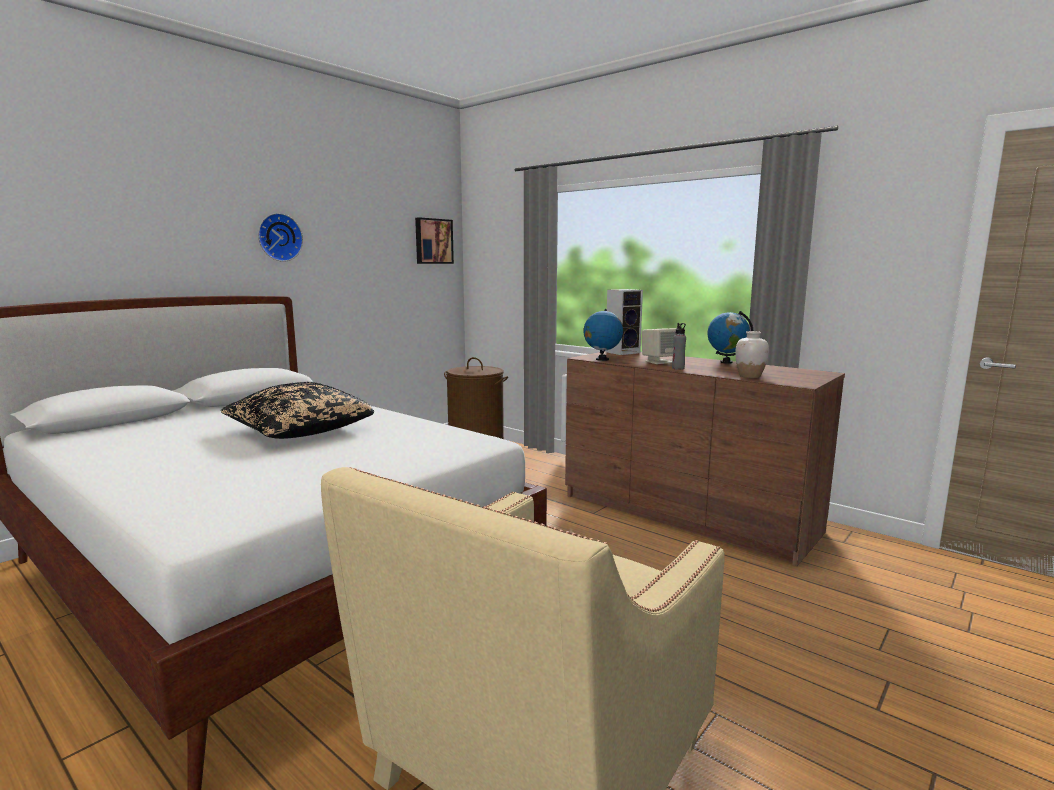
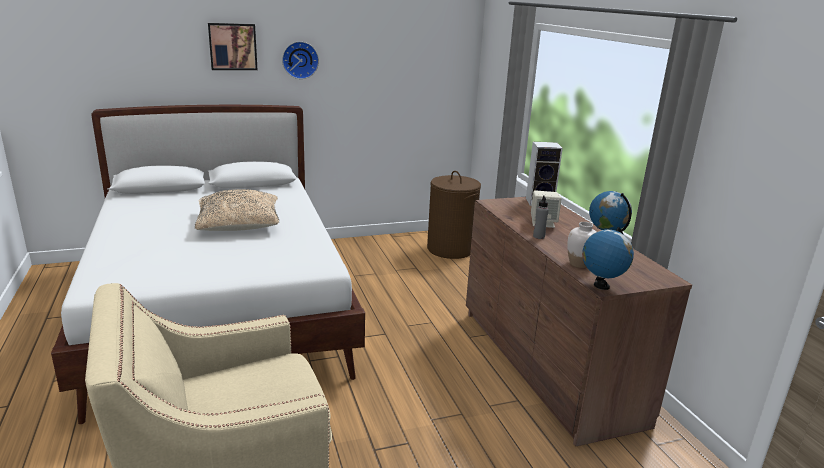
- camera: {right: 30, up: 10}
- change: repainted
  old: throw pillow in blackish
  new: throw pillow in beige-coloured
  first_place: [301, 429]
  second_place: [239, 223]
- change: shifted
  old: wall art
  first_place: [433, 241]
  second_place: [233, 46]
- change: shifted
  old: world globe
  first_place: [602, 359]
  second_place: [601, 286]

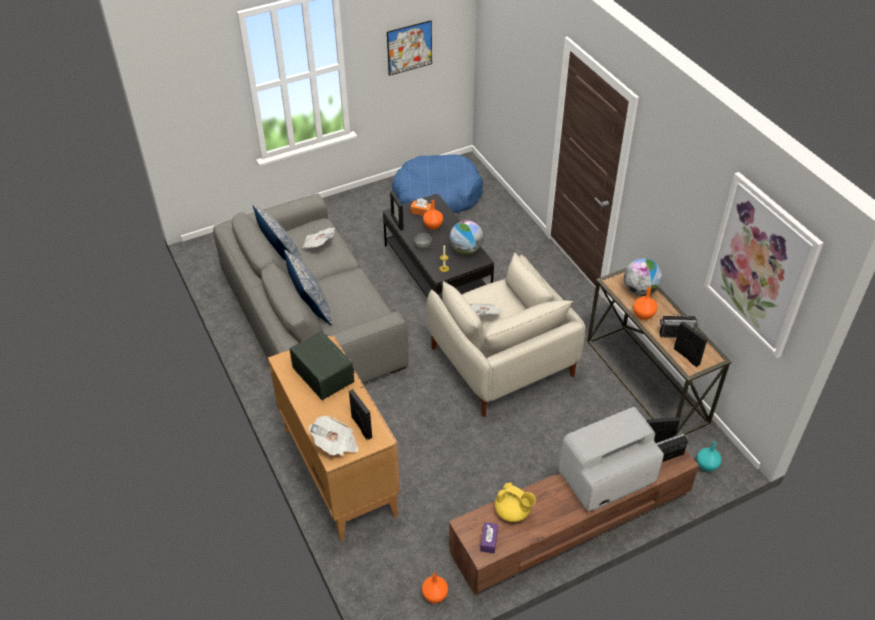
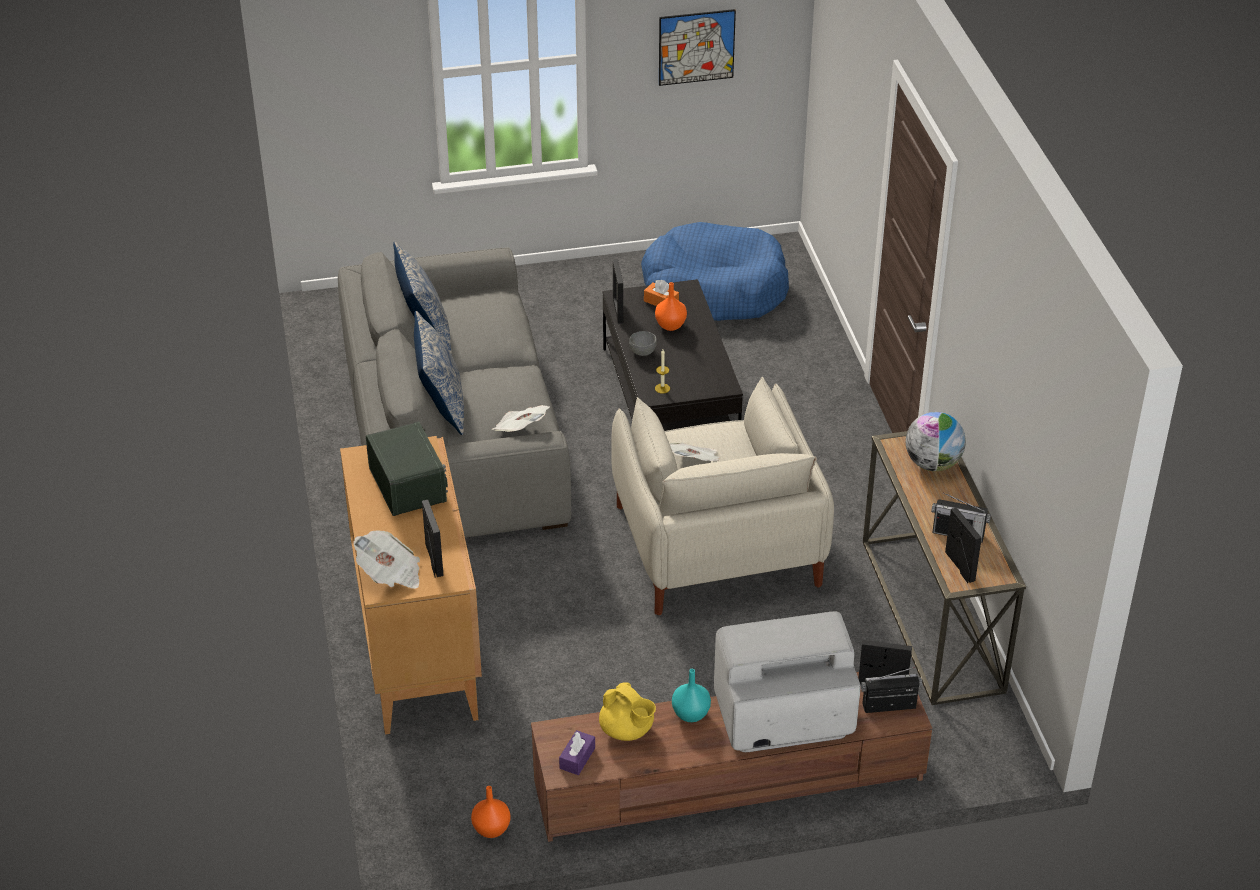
- camera: {right: 15, up: -5}
- change: shifted
  old: daily paper
  first_place: [319, 245]
  second_place: [520, 430]
- change: shifted
  old: decorative vase in blue-green
  first_place: [706, 466]
  second_place: [690, 714]
- change: gone
  old: world globe
  first_place: [466, 250]
- change: gone
  old: decorative vase in orange-coloured
  first_place: [643, 315]
- change: gone
  old: wall art
  first_place: [760, 265]

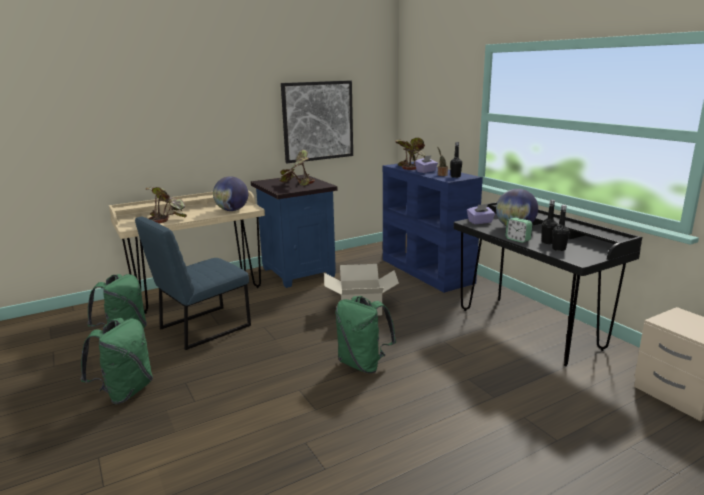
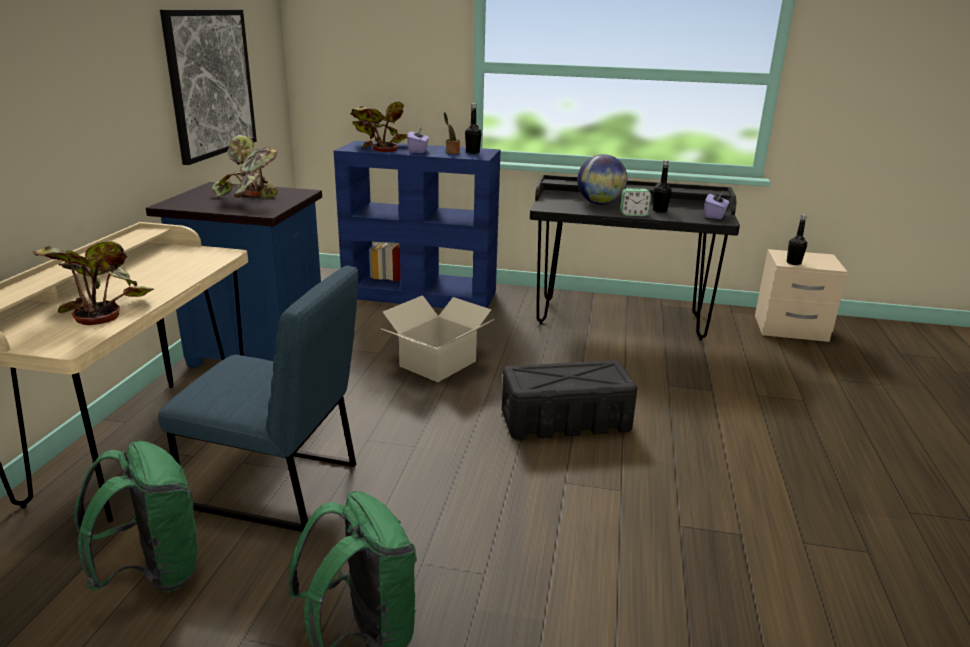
- camera: {right: -50, up: 5}
- change: rotated
  old: plain chair in bluish
  first_place: [202, 327]
  second_place: [277, 486]
  degrees: -75
- change: swapped
  old: rucksack in green
  new: storage bin in blackish
  first_place: [363, 364]
  second_place: [566, 420]
- change: shifted
  old: tissue holder in purplish
  first_place: [480, 222]
  second_place: [715, 215]
- change: shifted
  old: beverage bottle in blackish
  first_place: [558, 249]
  second_place: [793, 263]
- change: gone
  old: world globe
  first_place: [232, 210]

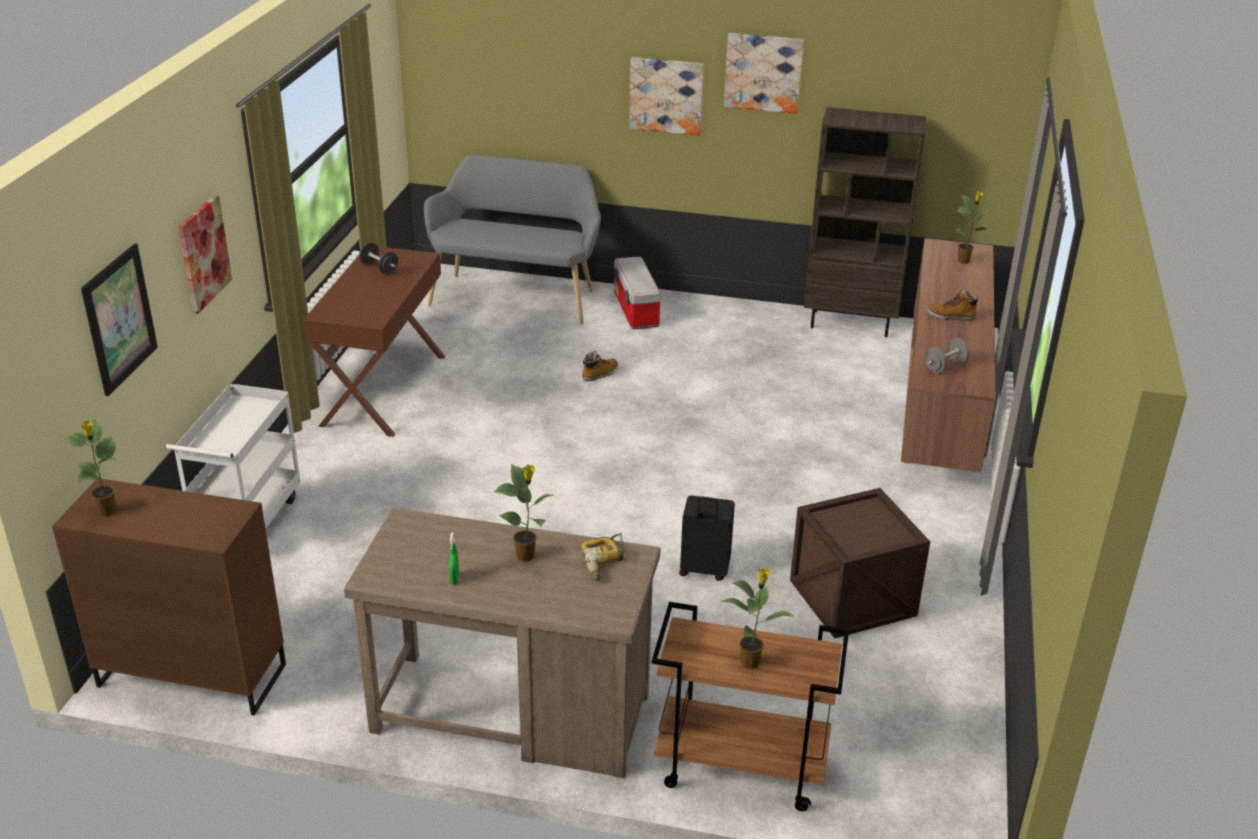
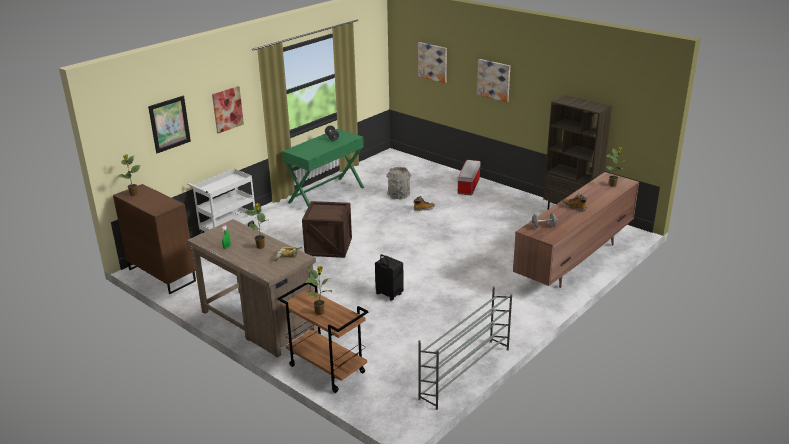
- camera: {right: 30, up: -5}
- change: repainted
  old: hall table in brown
  new: hall table in green
  first_place: [383, 390]
  second_place: [326, 194]
- change: shifted
  old: crate
  first_place: [852, 598]
  second_place: [328, 246]
- change: new
  new: pail in greyish
  second_place: [399, 195]
- change: shifted
  old: wall art
  first_place: [763, 72]
  second_place: [433, 62]
- change: new
  new: shoe shelf in greyish
  second_place: [464, 373]
- change: gone
  old: bench in greyish
  first_place: [516, 295]

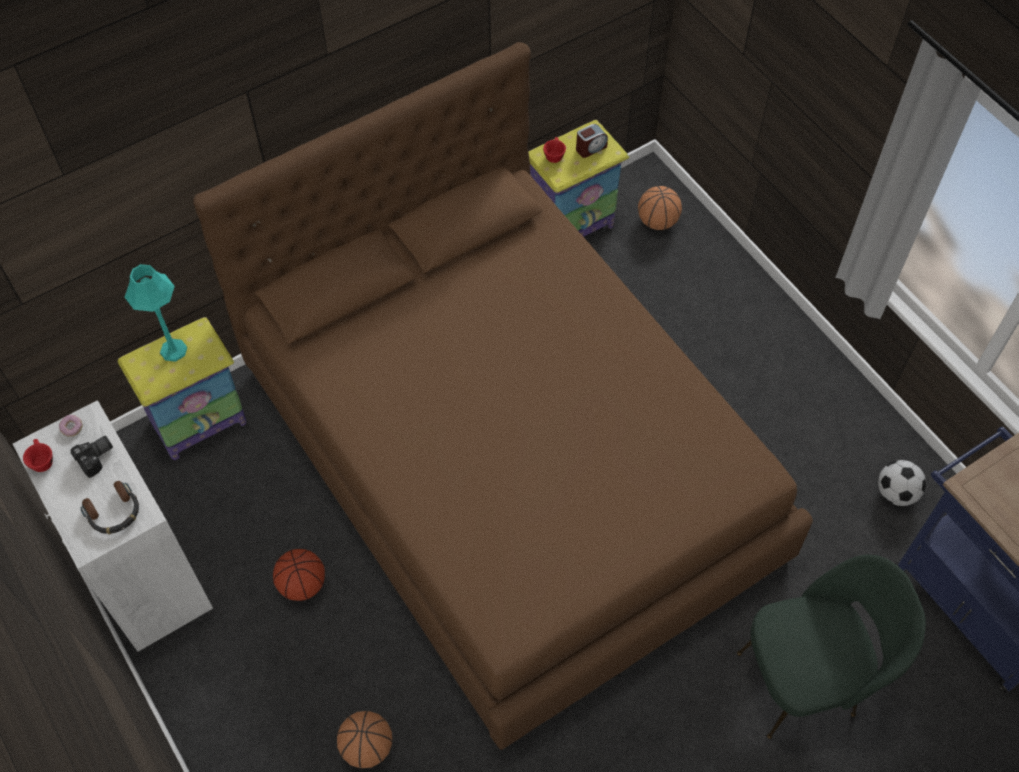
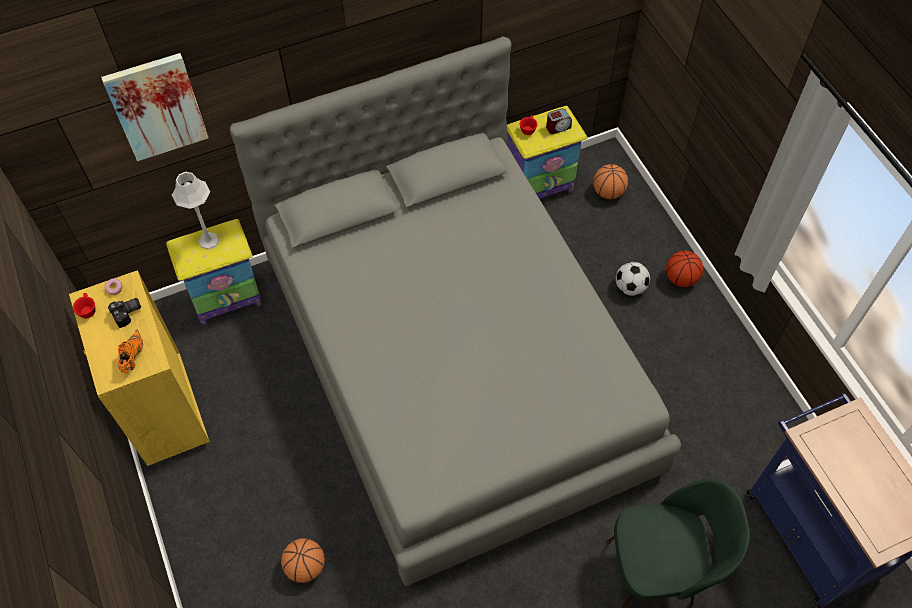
- camera: {right: 10, up: 0}
- change: repainted
  old: cupboard in white
  new: cupboard in yellow-coloured
  first_place: [146, 577]
  second_place: [165, 410]
- change: new
  new: wall art
  second_place: [156, 106]
- change: swapped
  old: headphones
  new: shoe in orange-coloured
  first_place: [114, 513]
  second_place: [132, 357]
- change: repainted
  old: table lamp in blue-green
  new: table lamp in greyish
  first_place: [173, 350]
  second_place: [209, 240]
- change: repainted
  old: bedroom bed in brown
  new: bedroom bed in greyish
  first_place: [509, 460]
  second_place: [456, 362]
- change: shifted
  old: ball for football
  first_place: [896, 493]
  second_place: [630, 287]
- change: shifted
  old: basketball ball
  first_place: [302, 585]
  second_place: [681, 279]

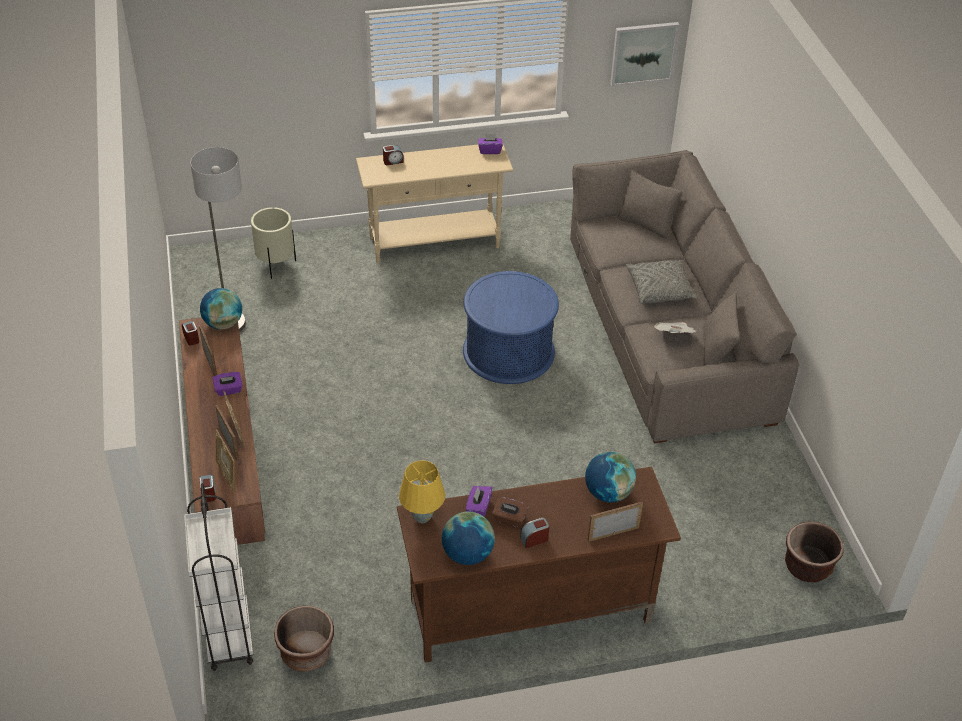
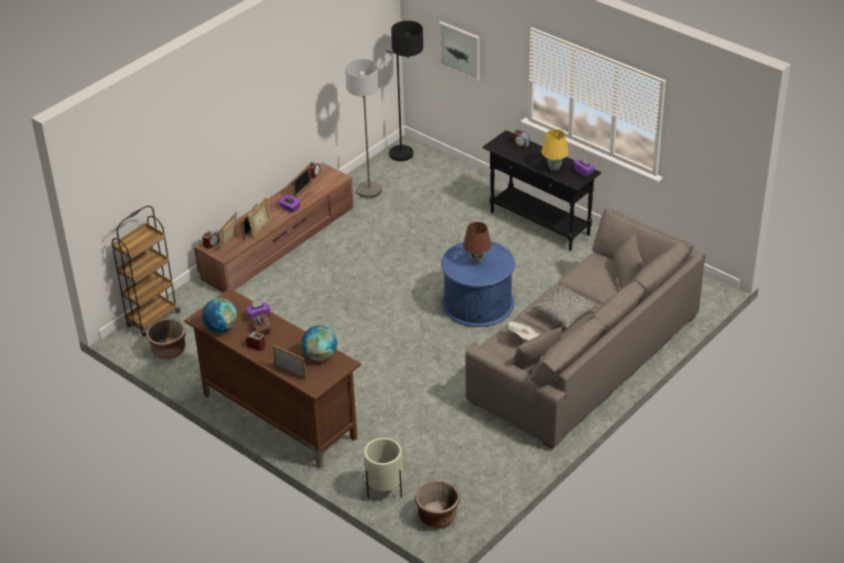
- camera: {right: 55, up: -5}
- change: repainted
  old: trolley in white
  new: trolley in brown
  first_place: [229, 638]
  second_place: [152, 320]
- change: shifted
  old: flower pot in beige-coloured
  first_place: [276, 265]
  second_place: [384, 490]
- change: new
  new: standard lamp in blackish
  second_place: [408, 156]
- change: shifted
  old: wall art
  first_place: [643, 53]
  second_place: [460, 50]
- change: new
  new: table lamp in brown
  second_place: [477, 261]
- change: repainted
  old: hall table in beige-coloured
  new: hall table in blackish
  first_place: [435, 243]
  second_place: [539, 224]
- change: shifted
  old: table lamp in yellow-coloured
  first_place: [422, 517]
  second_place: [554, 168]
- change: gone
  old: world globe
  first_place: [223, 324]

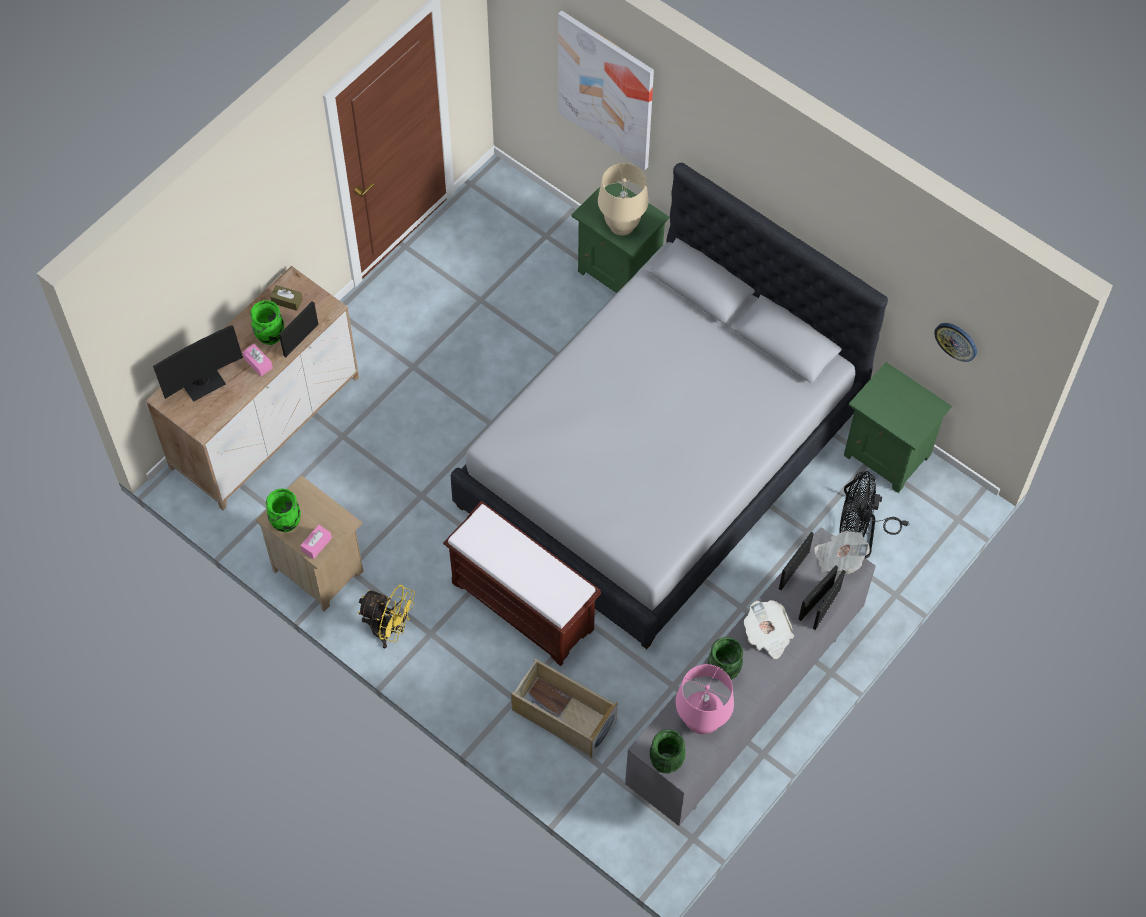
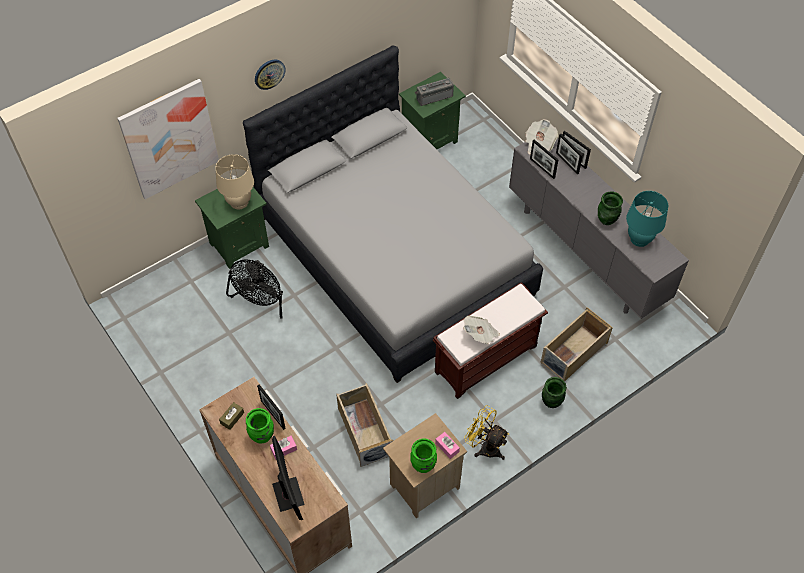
- camera: {right: -75, up: -5}
- change: shifted
  old: cooling fan in blackish
  first_place: [860, 532]
  second_place: [260, 297]
- change: shifted
  old: hanging clock
  first_place: [956, 341]
  second_place: [269, 74]
- change: new
  new: storage bin in beige-coloured
  second_place: [364, 431]
- change: new
  new: radio receiver
  second_place: [434, 96]
- change: shifted
  old: daily paper
  first_place: [767, 635]
  second_place: [480, 334]
- change: rotated
  old: cooling fan in yellow-coloured
  first_place: [389, 630]
  second_place: [485, 446]
  degrees: -90
- change: shifted
  old: decorative vase in green
  first_place: [665, 762]
  second_place: [551, 402]
- change: repainted
  old: table lamp in pink-coloured
  new: table lamp in blue-green
  first_place: [701, 720]
  second_place: [639, 239]

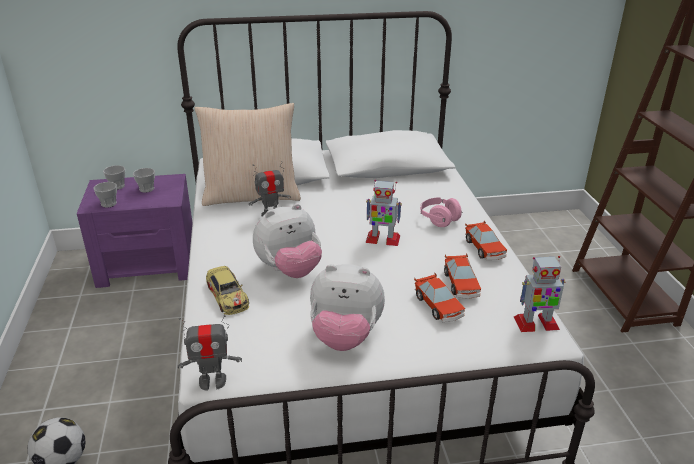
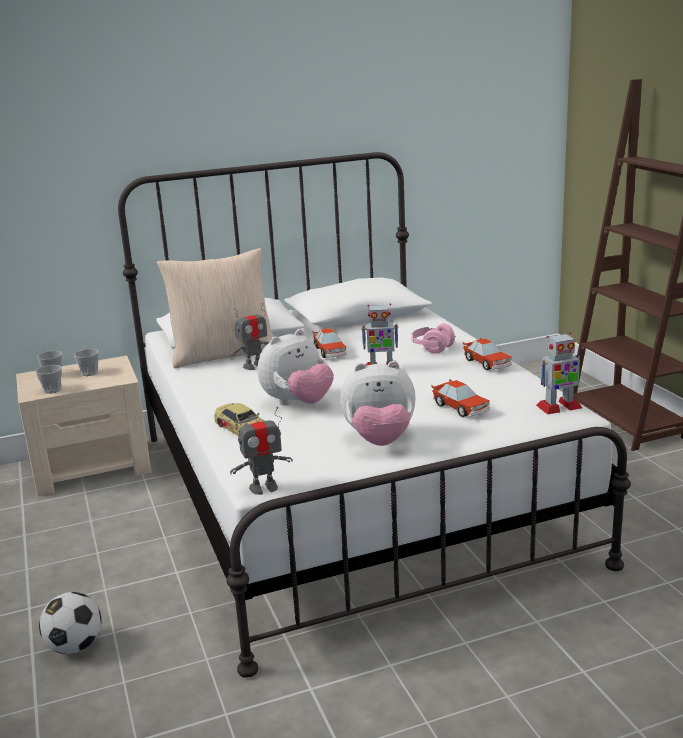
- camera: {right: -10, up: -10}
- change: repainted
  old: night table in purplish
  new: night table in beige-coloured
  first_place: [148, 264]
  second_place: [92, 466]
- change: shifted
  old: miniature car
  first_place: [461, 284]
  second_place: [330, 352]

